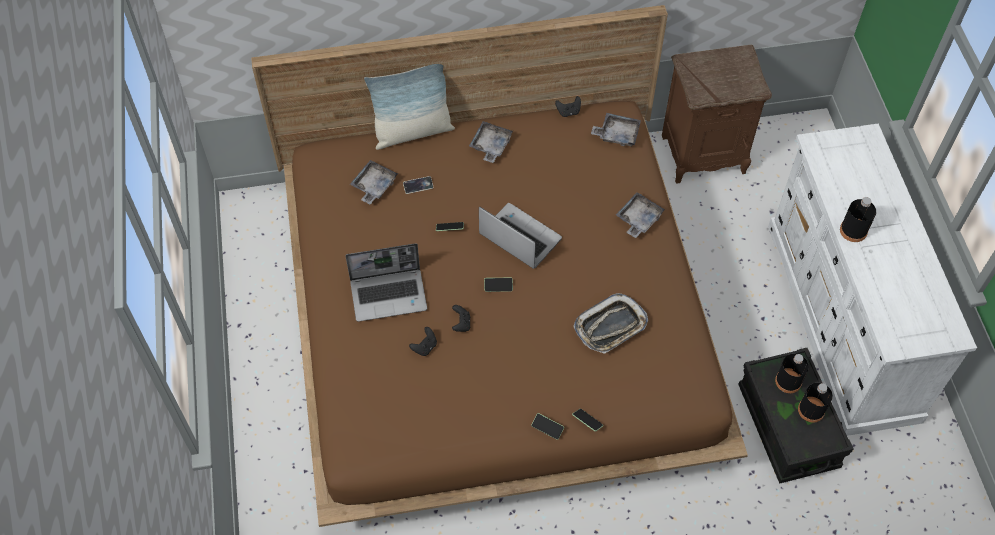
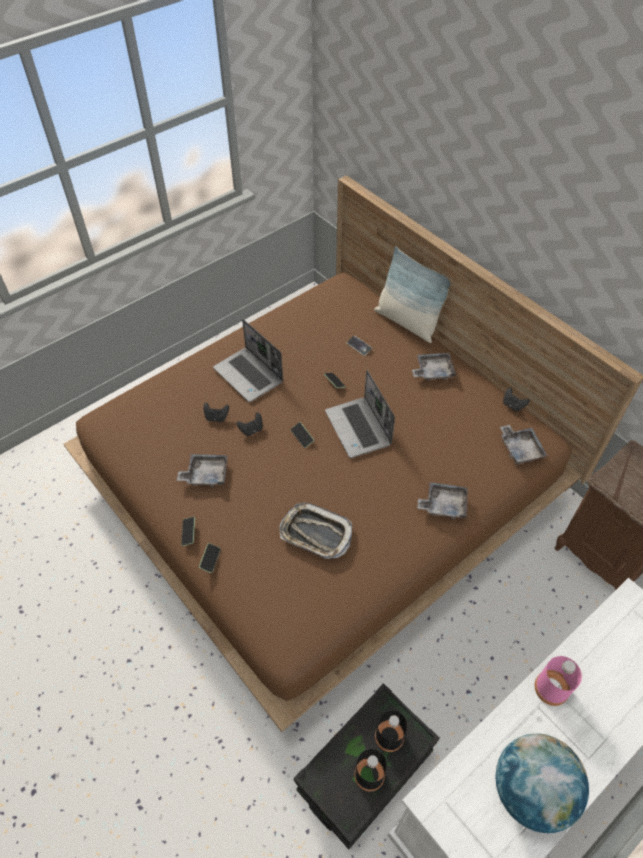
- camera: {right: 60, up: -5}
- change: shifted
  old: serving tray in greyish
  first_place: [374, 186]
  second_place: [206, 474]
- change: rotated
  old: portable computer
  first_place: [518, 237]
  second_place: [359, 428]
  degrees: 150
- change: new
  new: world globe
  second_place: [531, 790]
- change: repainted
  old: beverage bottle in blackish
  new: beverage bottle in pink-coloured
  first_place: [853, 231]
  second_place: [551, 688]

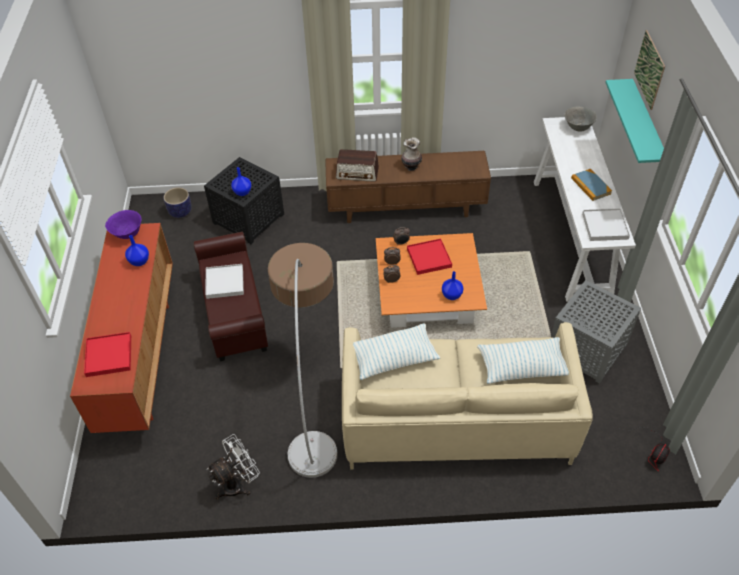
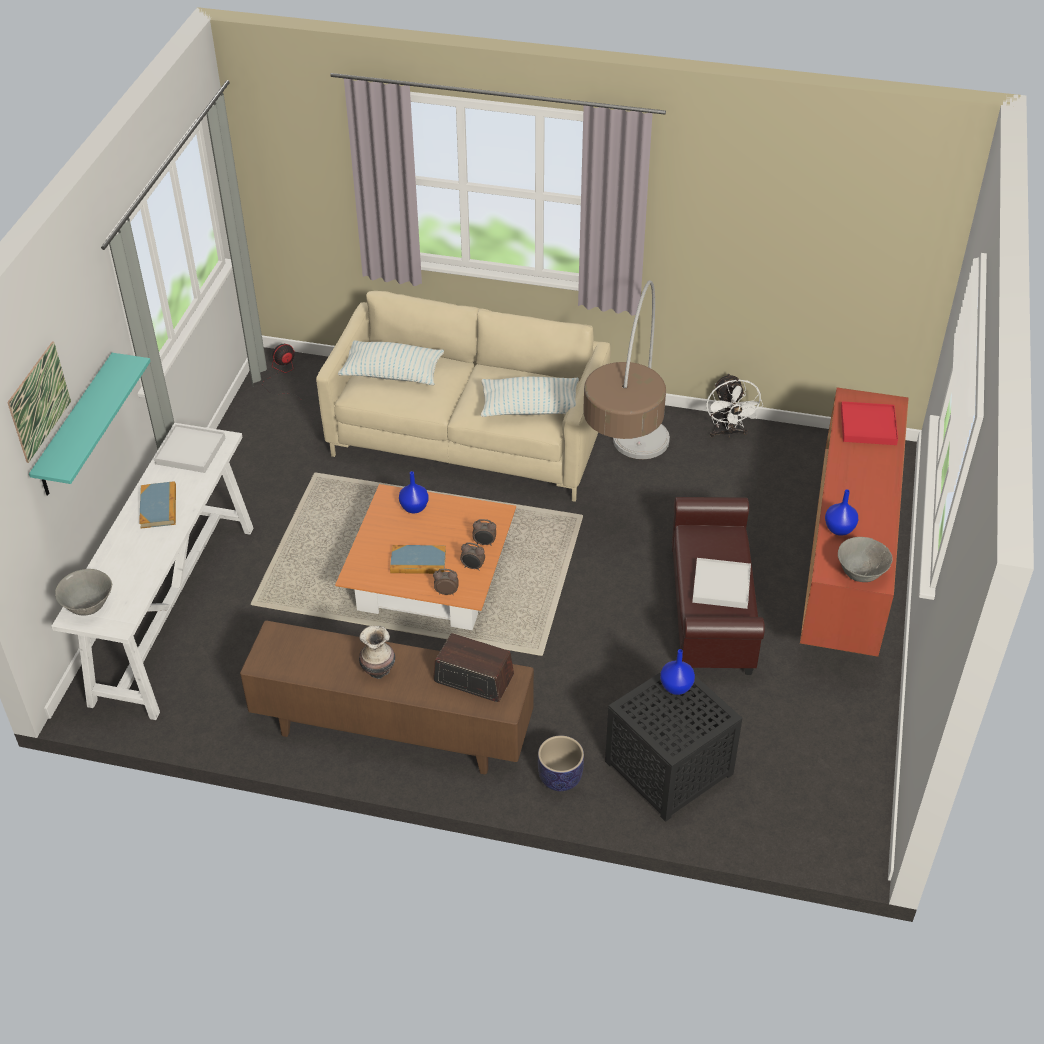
- camera: {right: -165, up: -5}
- change: swapped
  old: serving tray in red
  new: volume
  first_place: [429, 258]
  second_place: [418, 562]
- change: shifted
  old: flower pot
  first_place: [180, 212]
  second_place: [560, 778]
- change: rotated
  old: cooling fan in white
  first_place: [238, 484]
  second_place: [728, 433]
  degrees: -75
- change: repainted
  old: bowl in purplish
  new: bowl in greyish
  first_place: [128, 234]
  second_place: [860, 573]
- change: gone
  old: accent table in greyish
  first_place: [588, 349]

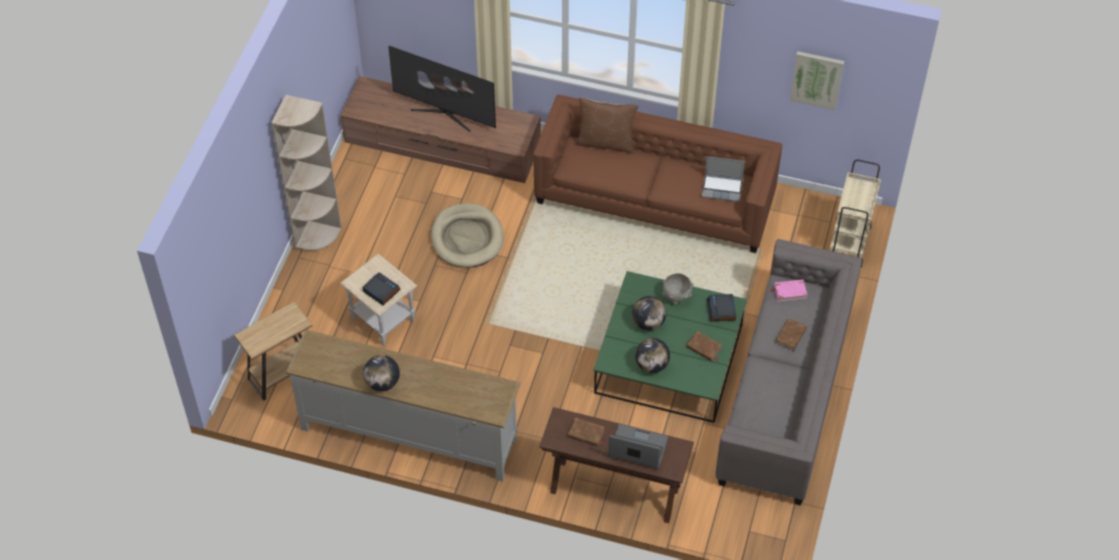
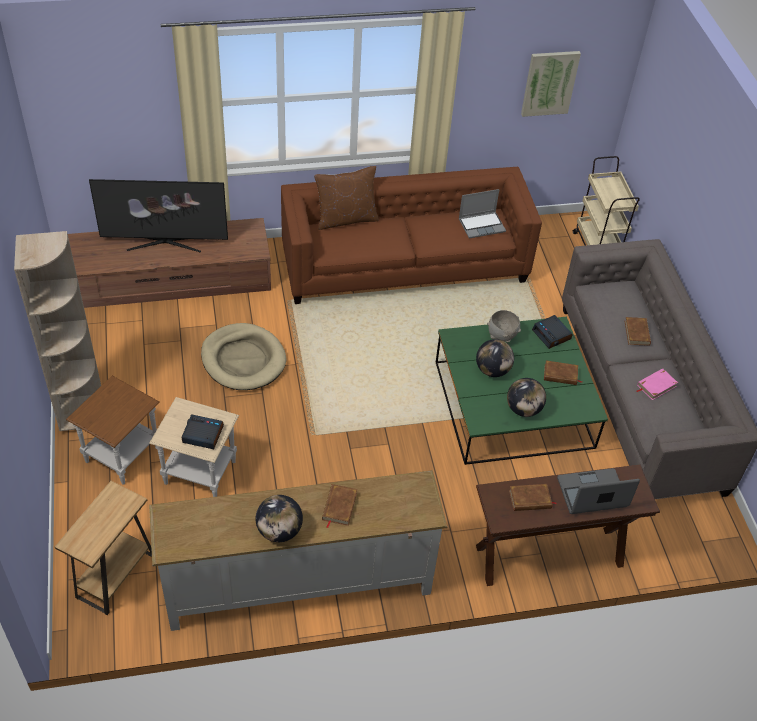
- camera: {right: -30, up: -5}
- change: new
  new: accent table in brown
  second_place: [122, 455]
- change: new
  new: volume in brown
  second_place: [339, 506]
- change: shifted
  old: volume in pink-coloured
  first_place: [790, 291]
  second_place: [656, 385]

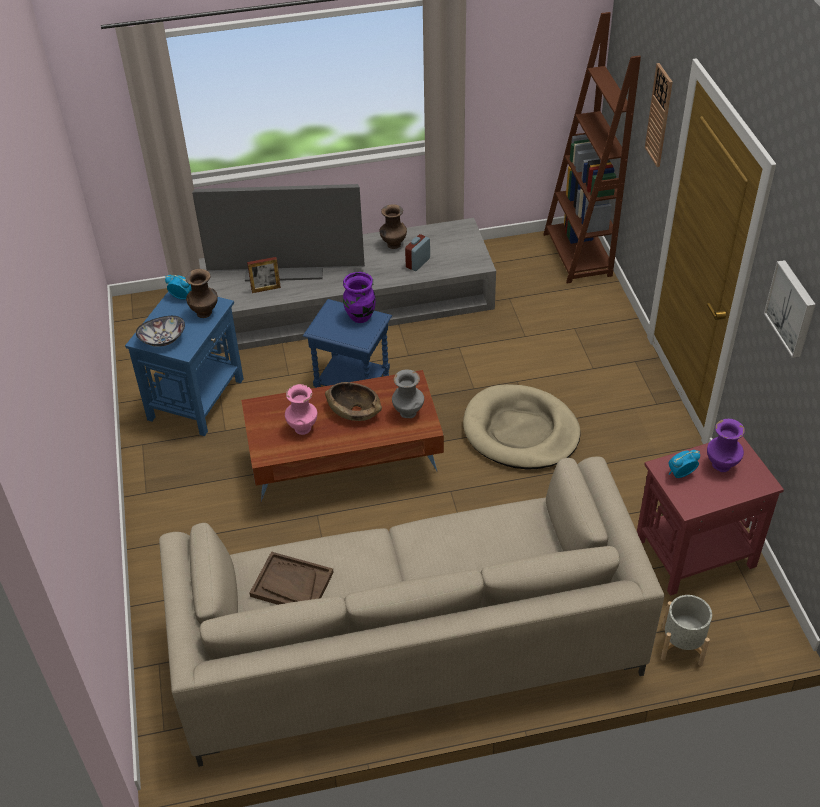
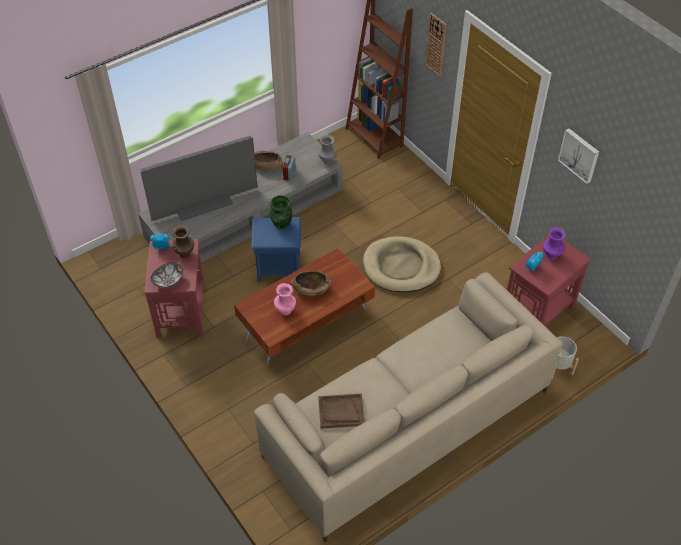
- camera: {right: -25, up: 5}
- change: repainted
  old: accent table in bluish
  new: accent table in red
  first_place: [197, 399]
  second_place: [182, 312]
- change: swapped
  old: decorative vase in brown
  new: bowl in brown
  first_place: [393, 245]
  second_place: [266, 166]
- change: repainted
  old: decorative vase in purplish
  new: decorative vase in green
  first_place: [360, 317]
  second_place: [282, 224]
- change: shifted
  old: decorative vase in greyish
  first_place: [408, 413]
  second_place: [327, 161]
- change: gone
  old: photo frame
  first_place: [266, 289]

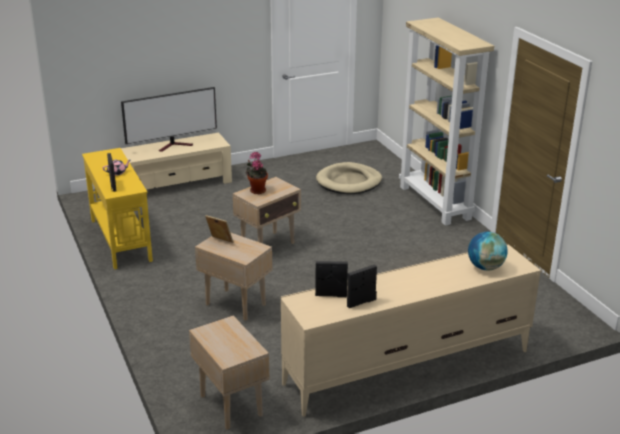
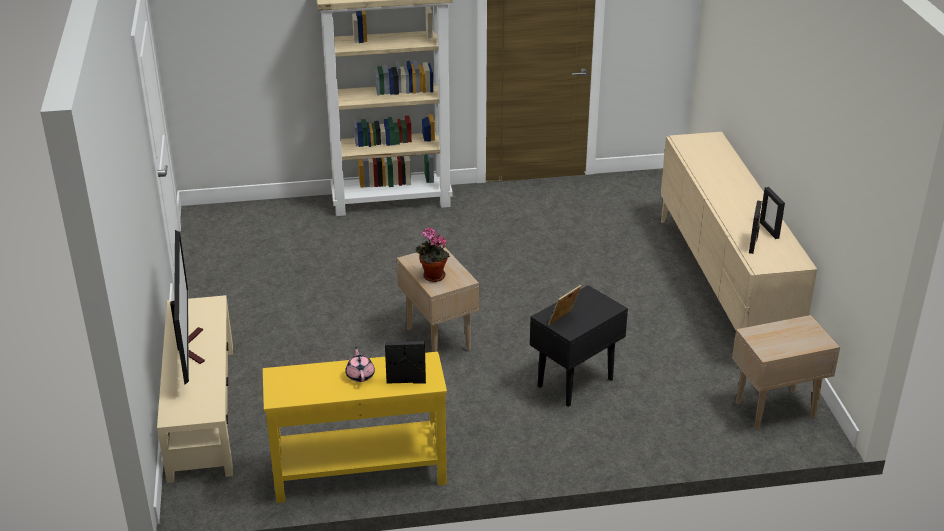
- camera: {right: -75, up: 5}
- change: repainted
  old: accent table in beige-coloured
  new: accent table in blackish
  first_place: [235, 304]
  second_place: [574, 383]
- change: gone
  old: pet bed in beige-coloured
  first_place: [349, 182]
- change: gone
  old: world globe
  first_place: [485, 267]

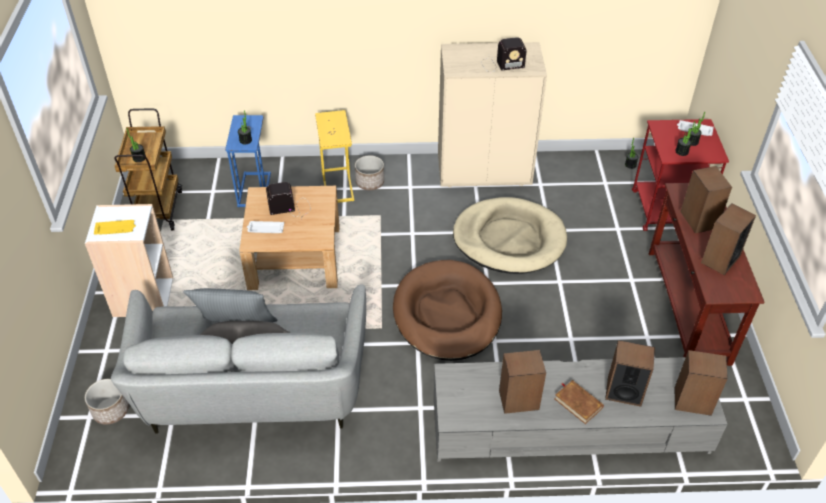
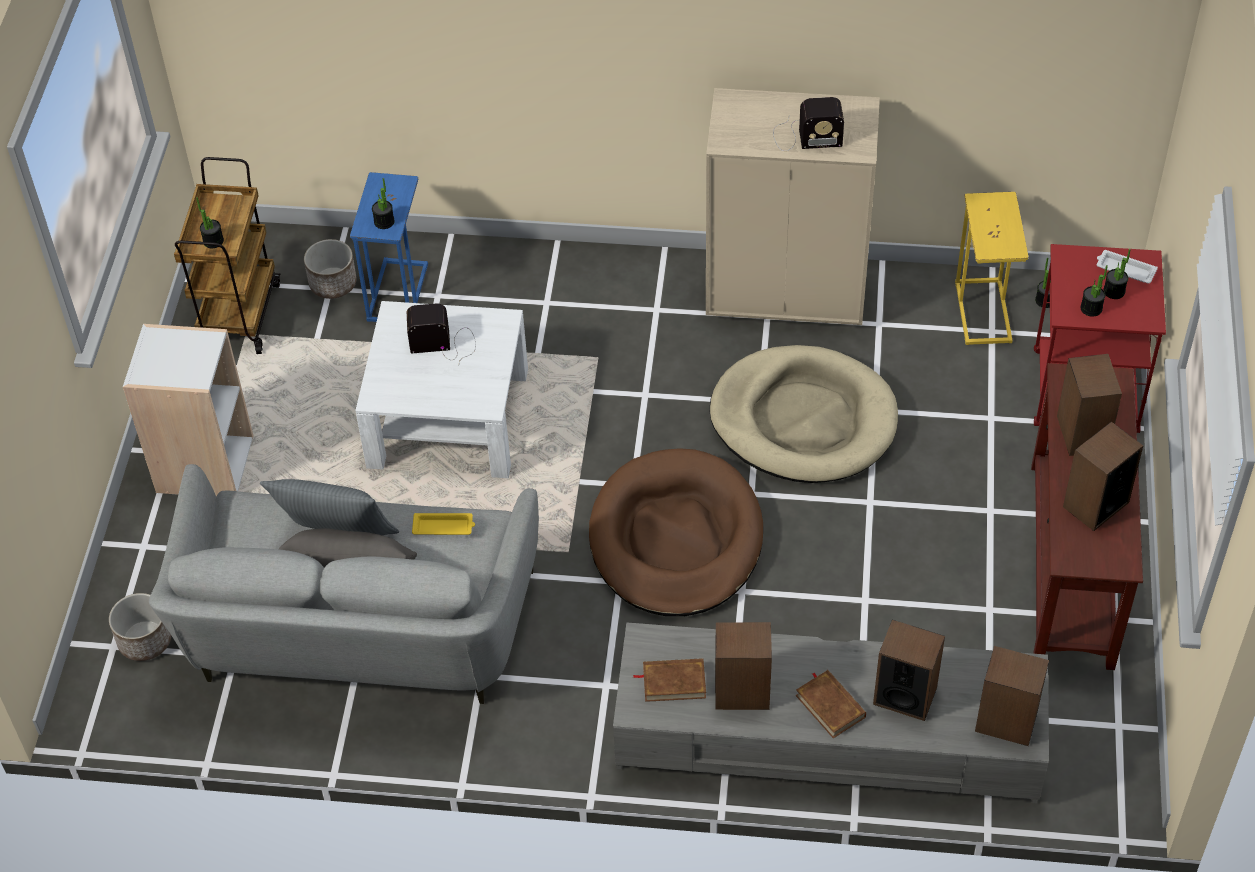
- camera: {right: 10, up: 5}
- change: shifted
  old: flower pot
  first_place: [370, 182]
  second_place: [333, 283]
- change: repainted
  old: lounge table in brown
  new: lounge table in white
  first_place: [295, 257]
  second_place: [448, 418]
- change: shifted
  old: serving tray in yellow-coloured
  first_place: [116, 229]
  second_place: [444, 527]
- change: new
  new: volume in brown
  second_place: [674, 682]
- change: shifted
  old: accent table in yellow-coloured
  first_place: [337, 185]
  second_place: [982, 311]
- change: gone
  old: serving tray in white
  first_place: [265, 229]

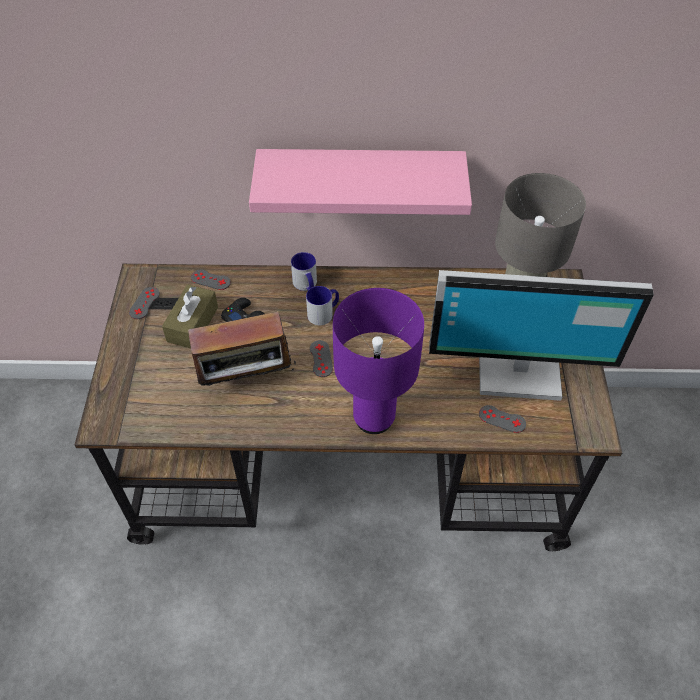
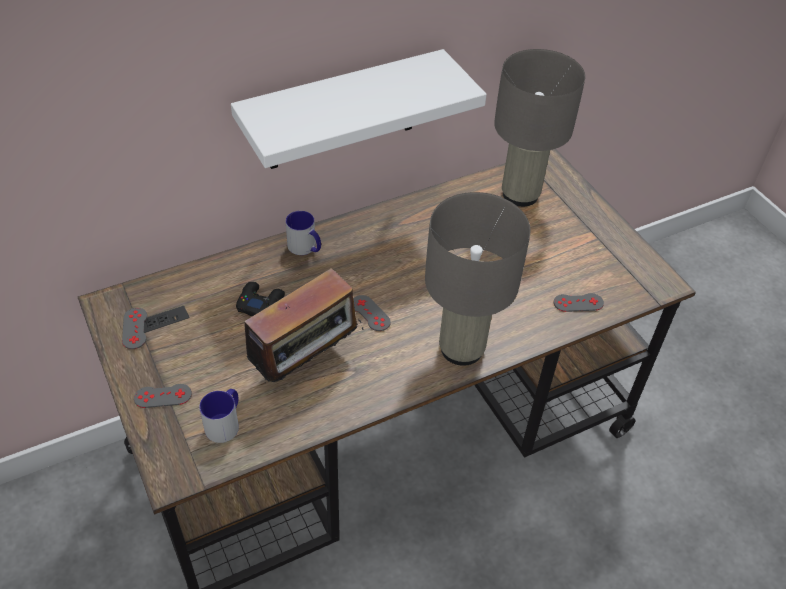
- camera: {right: -30, up: -5}
- change: shifted
  old: game controller in greyish
  first_place: [210, 280]
  second_place: [163, 396]
- change: shifted
  old: coffee mug
  first_place: [324, 313]
  second_place: [225, 423]
- change: repainted
  old: shelf in pink-coloured
  new: shelf in white
  first_place: [360, 181]
  second_place: [342, 112]
- change: repainted
  old: table lamp in purplish
  new: table lamp in greyish
  first_place: [374, 419]
  second_place: [463, 349]
- change: gone
  old: tissue holder in brown
  first_place: [192, 324]
- change: gone
  old: monitor
  first_place: [518, 369]

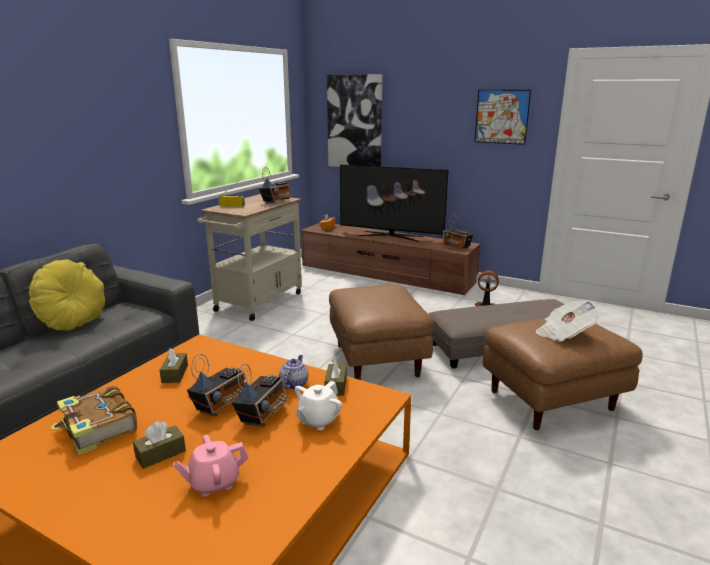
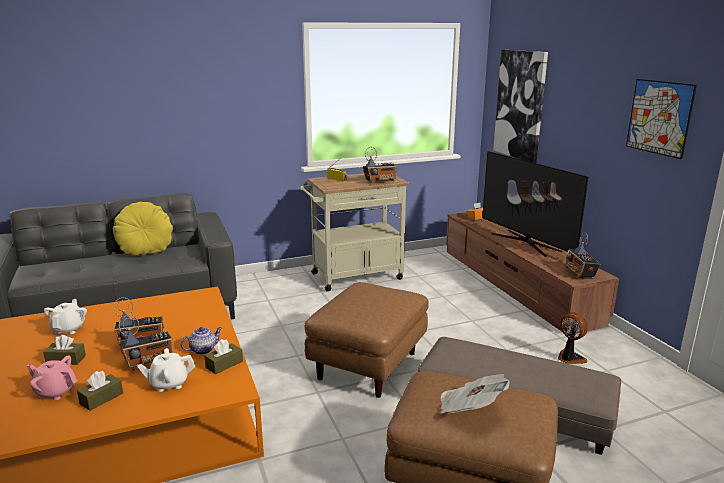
- camera: {right: 40, up: 0}
- change: swapped
  old: volume
  new: pot for tea in white
  first_place: [98, 429]
  second_place: [69, 329]
- change: shifted
  old: tissue holder in brown
  first_place: [175, 374]
  second_place: [101, 398]

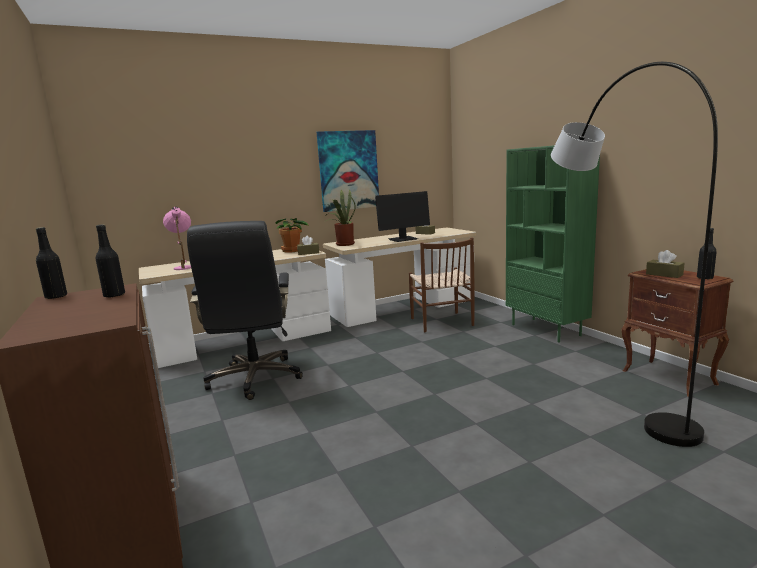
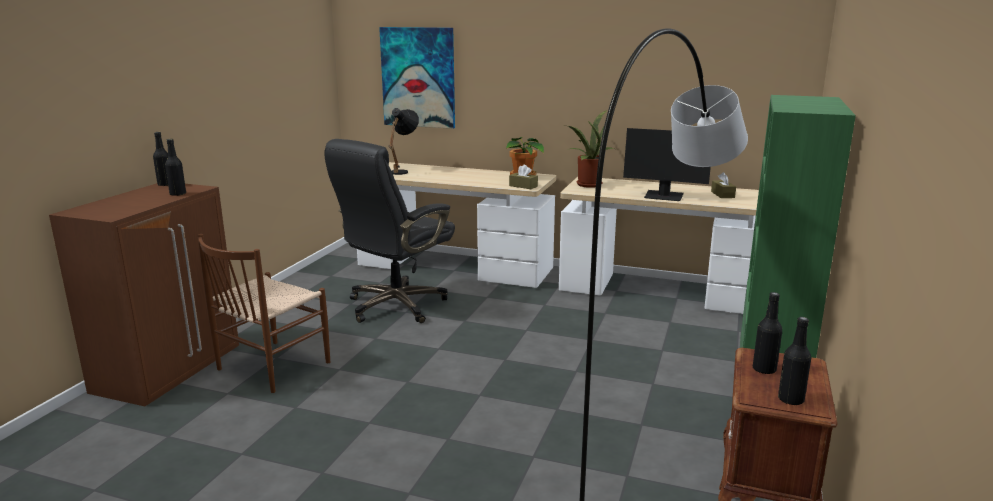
- camera: {right: 45, up: 5}
- change: shifted
  old: plain chair in brown
  first_place: [442, 323]
  second_place: [270, 368]
- change: shifted
  old: wall art
  first_place: [348, 170]
  second_place: [418, 77]
- change: repainted
  old: table lamp in pink-coloured
  new: table lamp in blackish
  first_place: [184, 267]
  second_place: [403, 171]
- change: swapped
  old: tissue holder in brown
  new: beverage bottle in blackish
  first_place: [664, 274]
  second_place: [764, 369]

